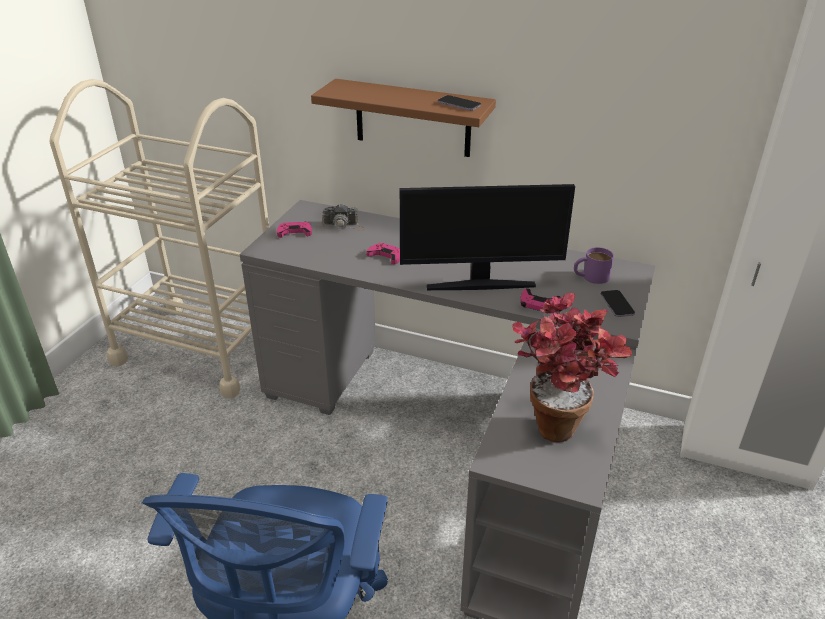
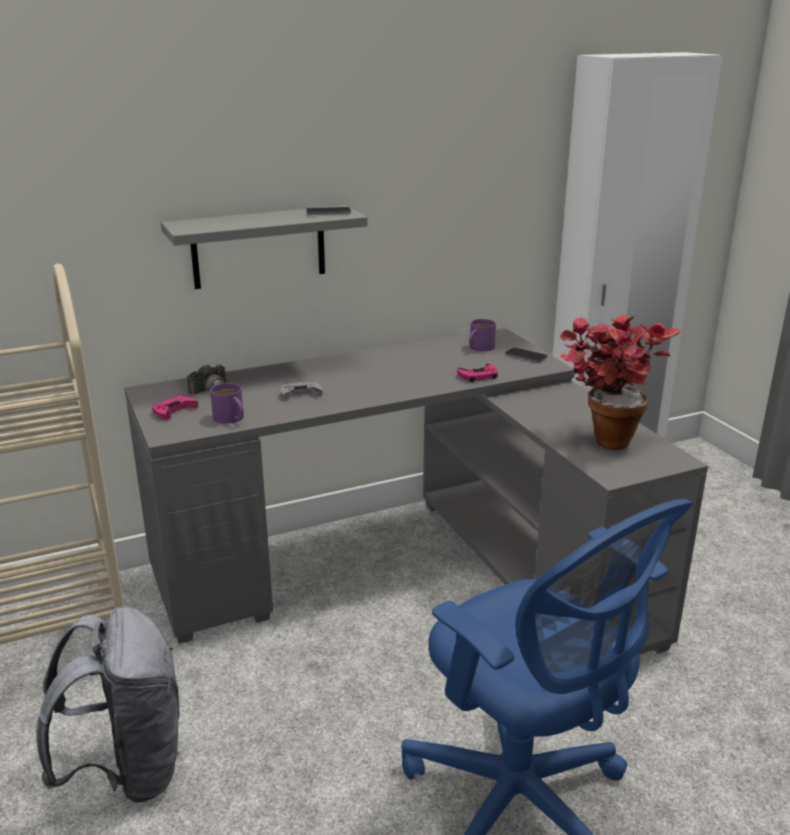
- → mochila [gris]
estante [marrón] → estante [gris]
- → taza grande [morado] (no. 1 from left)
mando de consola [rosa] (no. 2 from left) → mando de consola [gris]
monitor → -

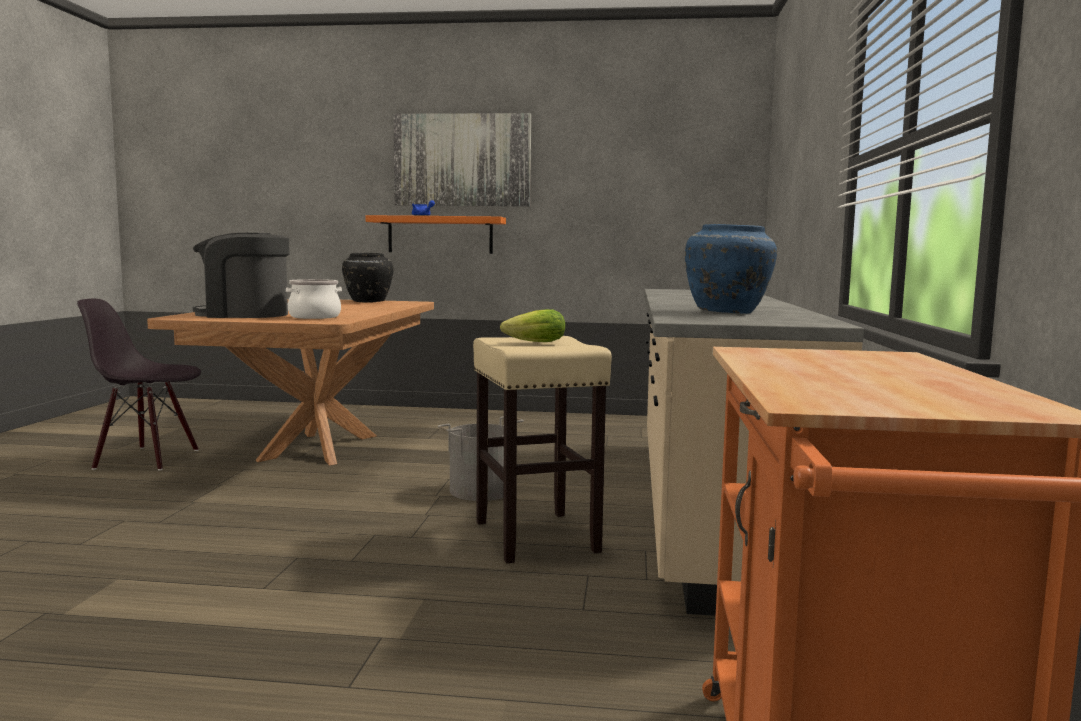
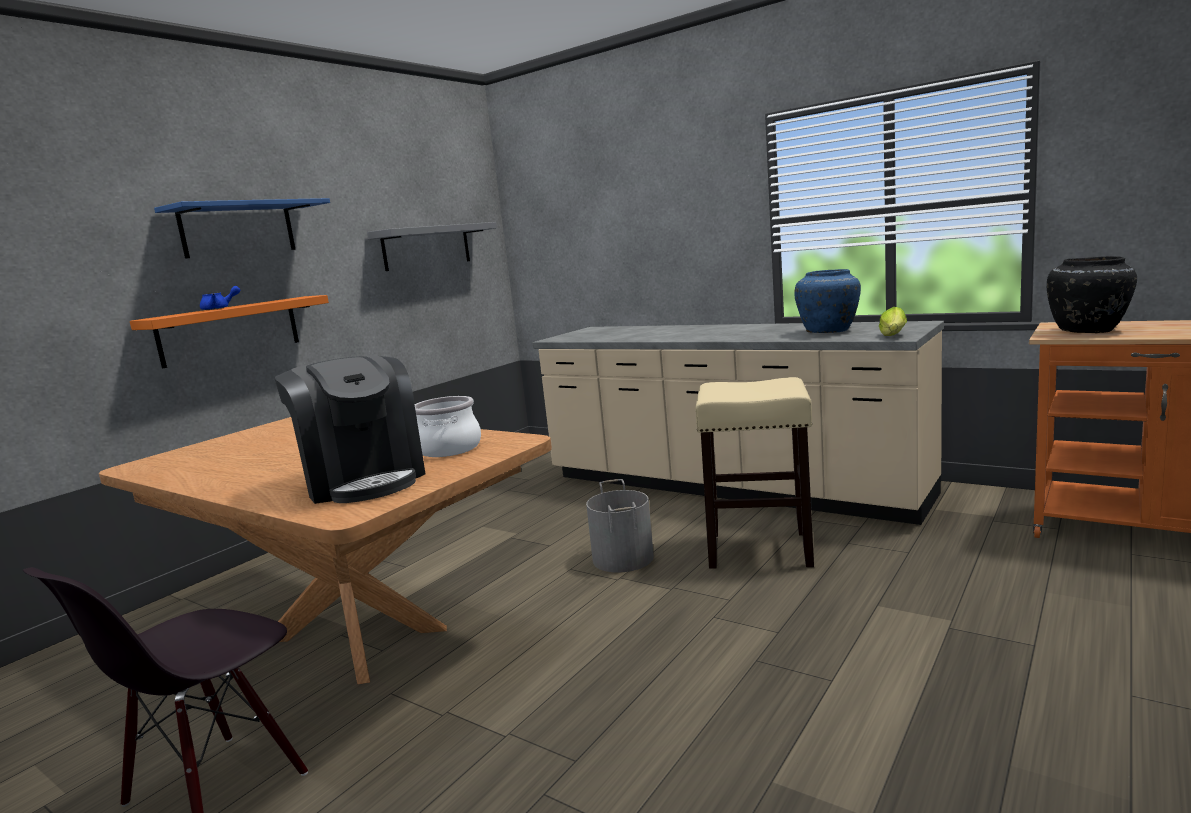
cuadro → estante [azul]
cafetera, 60 degrees counterclockwise
- → estante [gris]
lechuga, relocated
florero [negro], relocated

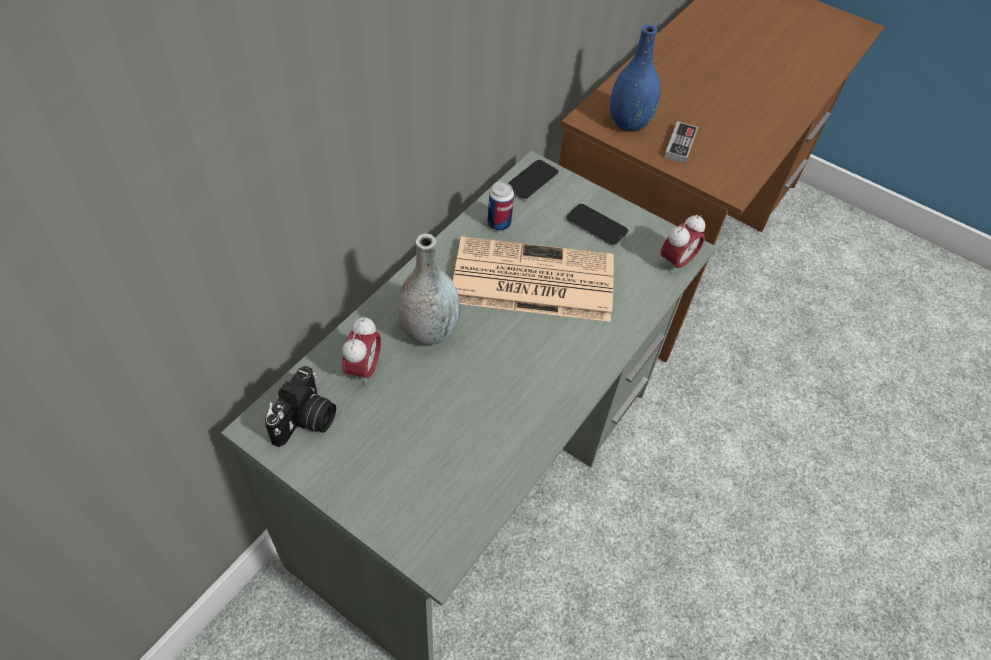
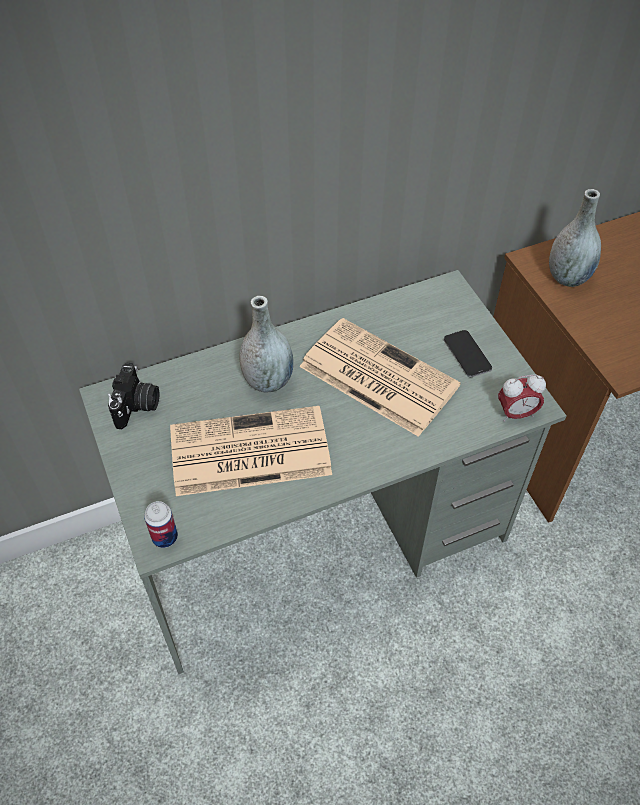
cámara, 45 degrees counterclockwise
lata, relocated
- → periódico (no. 1 from left)
florero [azul] → florero [gris] (no. 2 from left)
despertador (no. 1 from left) → -
móvil (no. 1 from left) → -
mando de consola → -

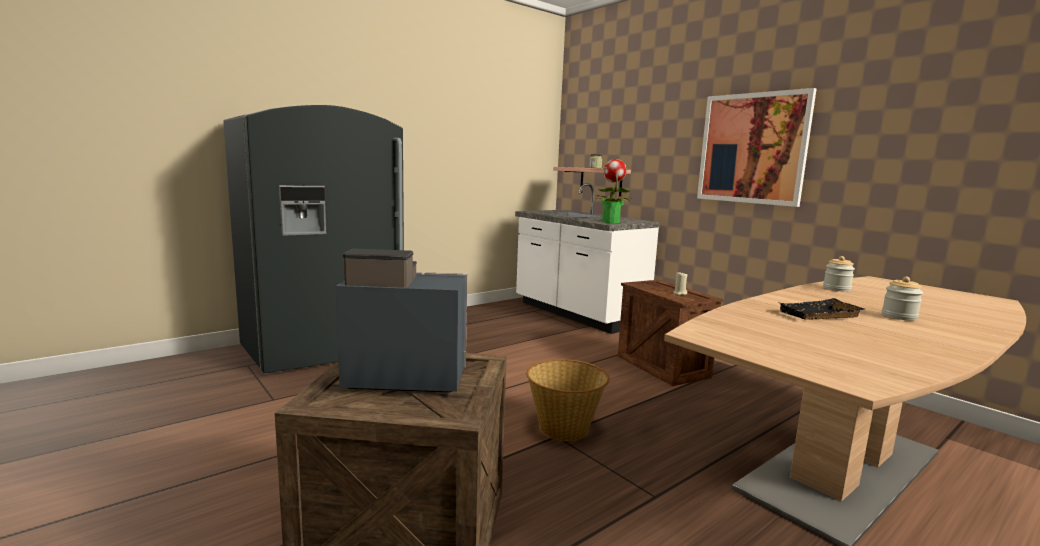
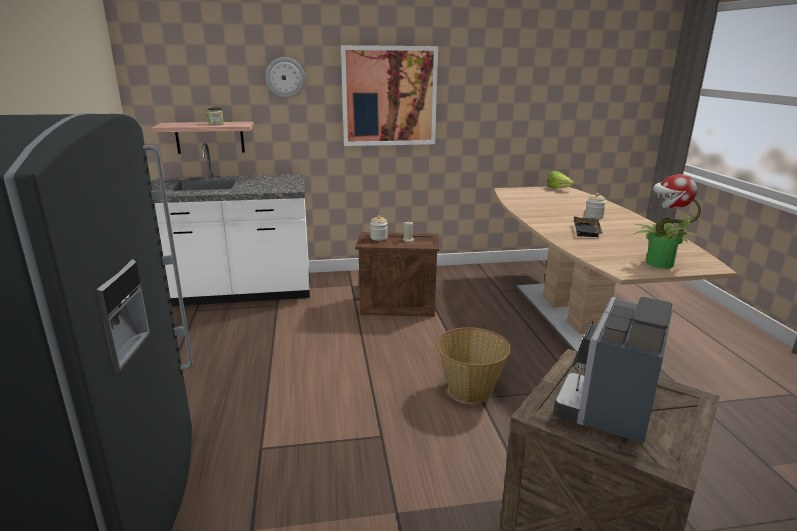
- → reloj de pared
tarro (no. 2 from left), relocated
- → lechuga
planta en maceta, relocated

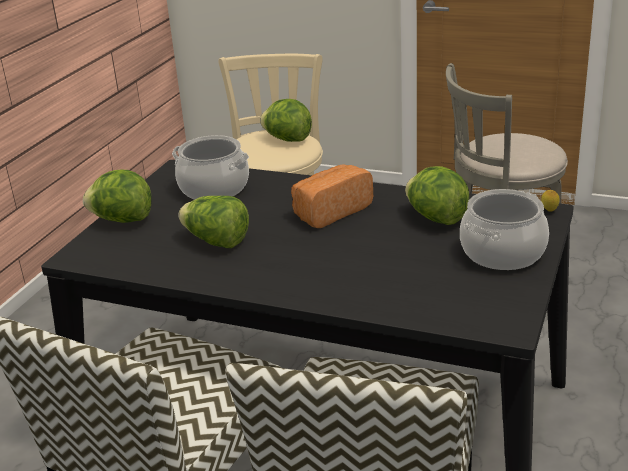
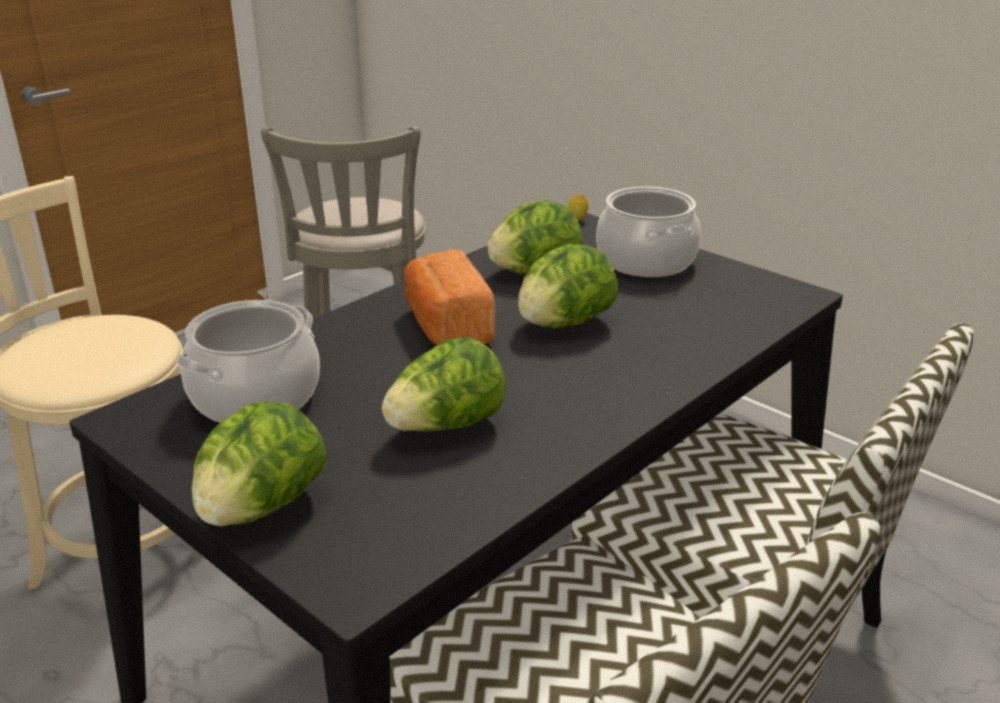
lechuga (no. 3 from left in the first image) → lechuga (no. 4 from left), relocated

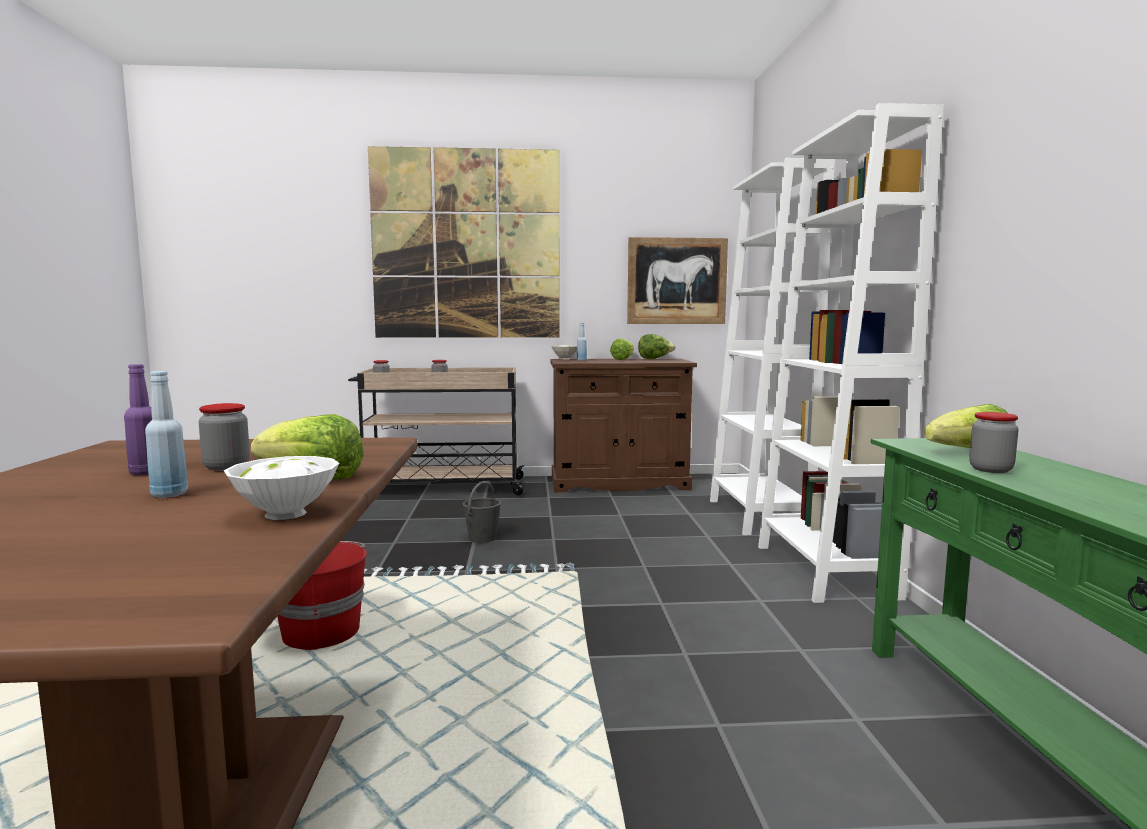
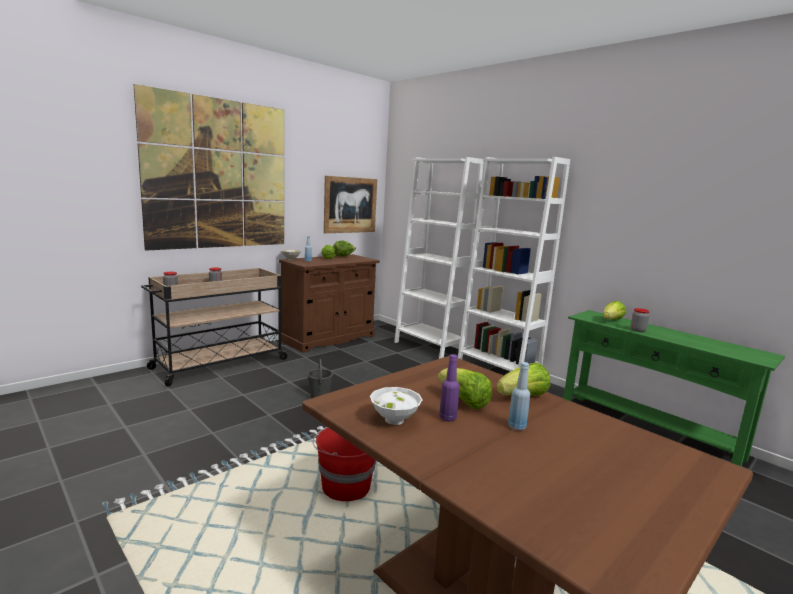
cuenco [blanco] (no. 1 from left in the first image) → cuenco [blanco] (no. 2 from left), relocated
tarro (no. 1 from left) → lechuga (no. 3 from left)

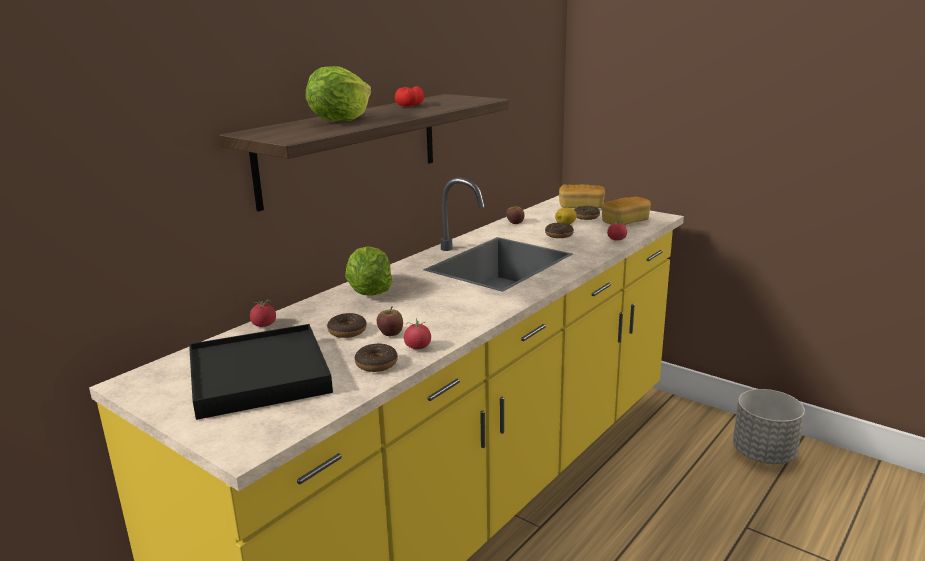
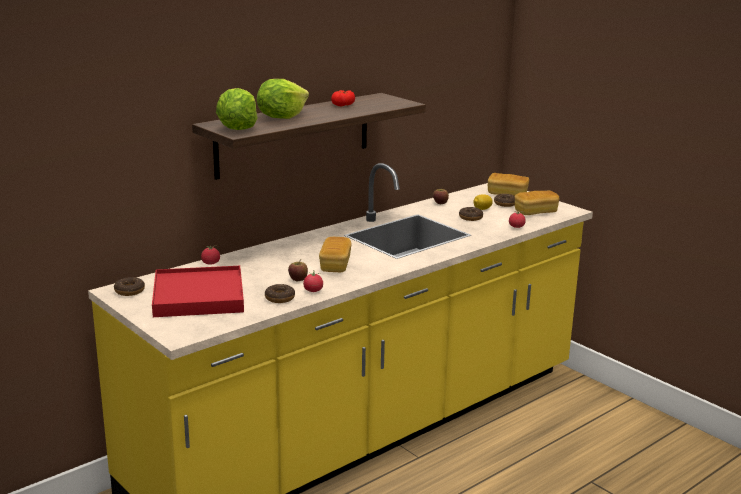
rosquilla (no. 1 from left), relocated
bandeja [negro] → bandeja [rojo]
lechuga (no. 2 from left in the first image) → lechuga (no. 1 from left), relocated
- → pan (no. 1 from left)
maceta [gris] → -

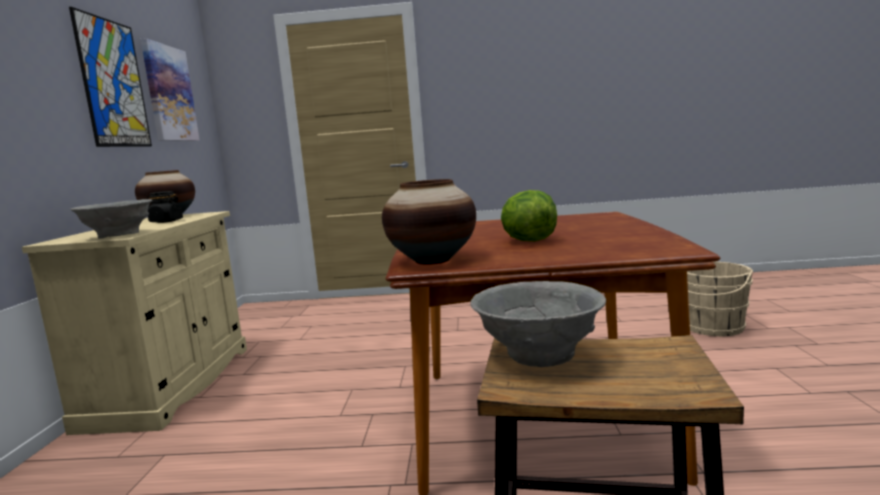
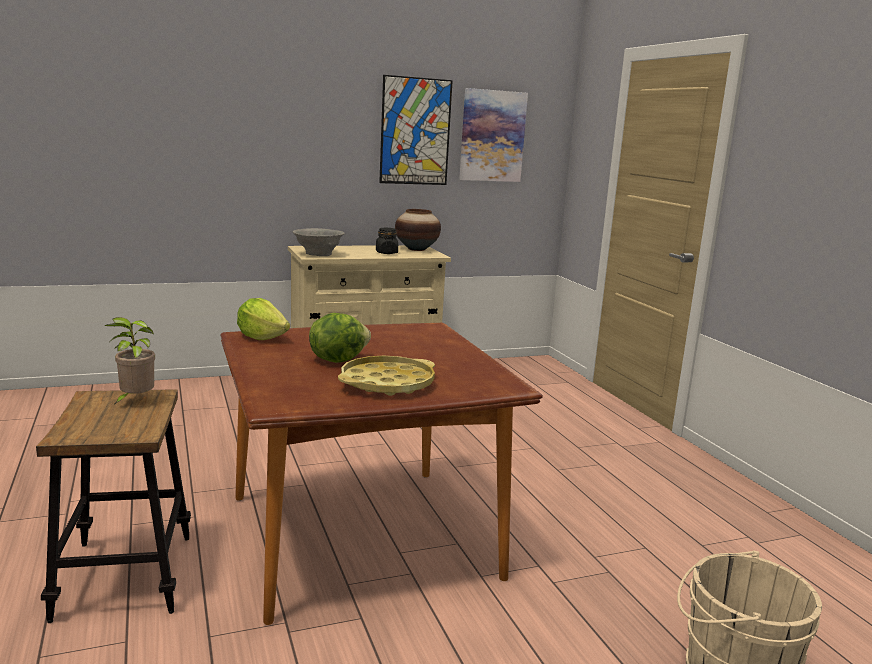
cuenco [gris] (no. 2 from left) → planta en maceta
florero (no. 2 from left) → lechuga (no. 1 from left)
- → bandeja [amarillo]

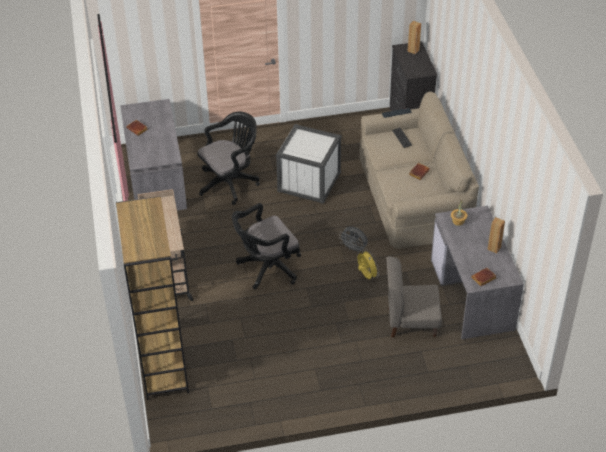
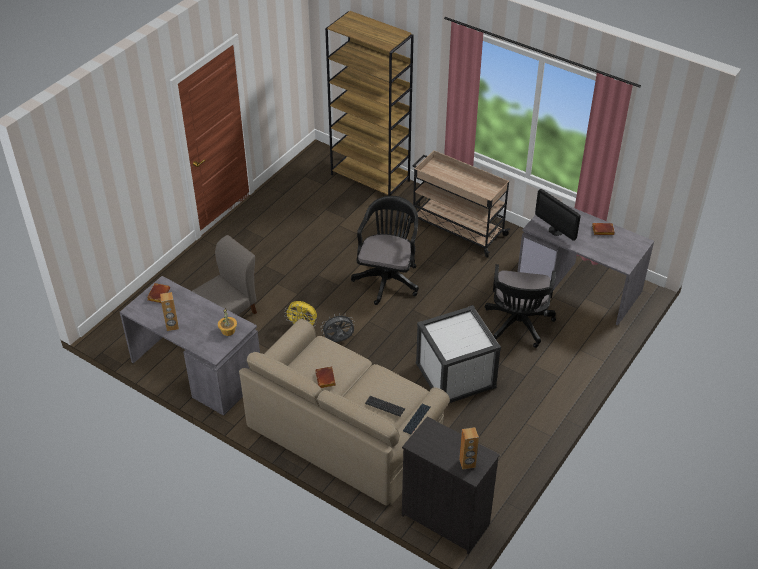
- → monitor

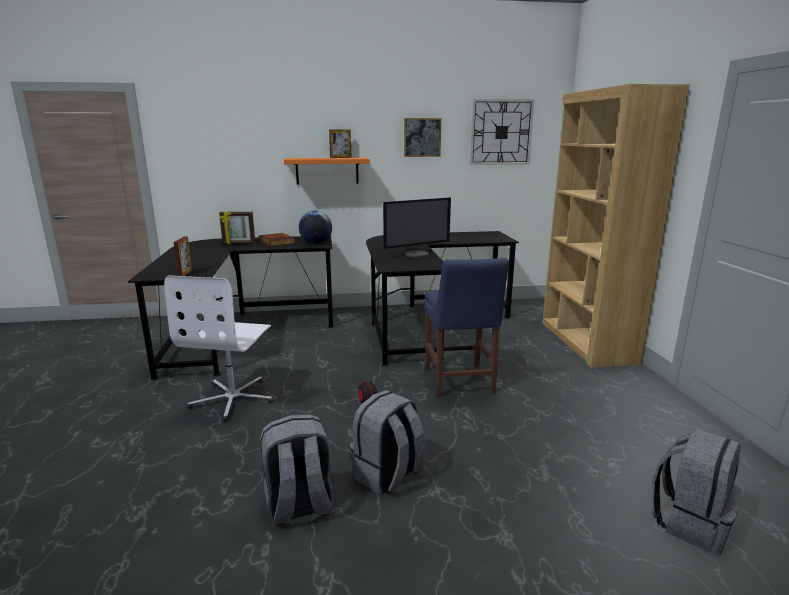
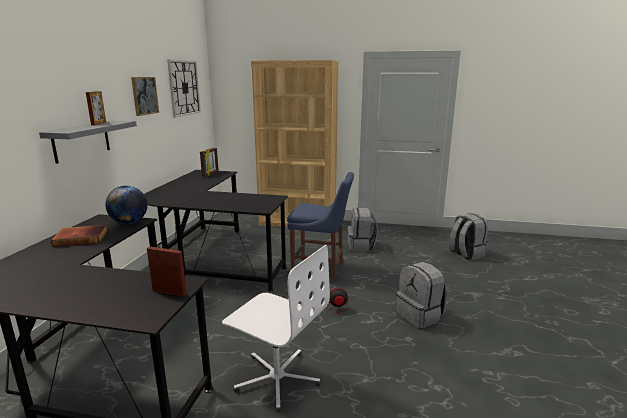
estante [naranja] → estante [gris]
portarretratos (no. 2 from left in the first image) → portarretratos (no. 3 from left), relocated
mochila [gris] (no. 1 from left), relocated
monitor → -

